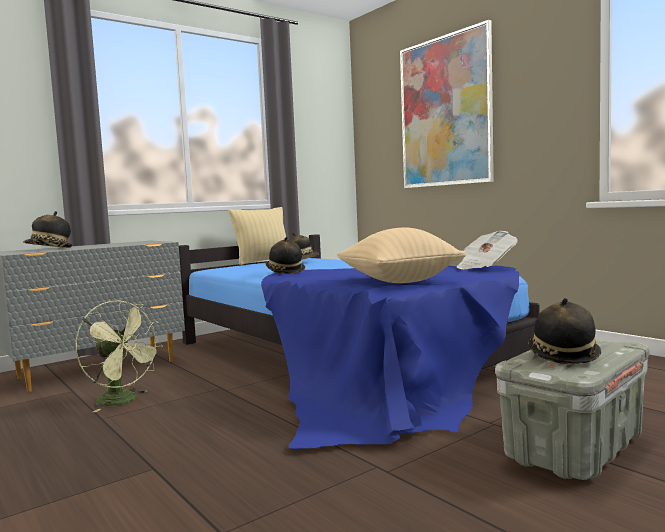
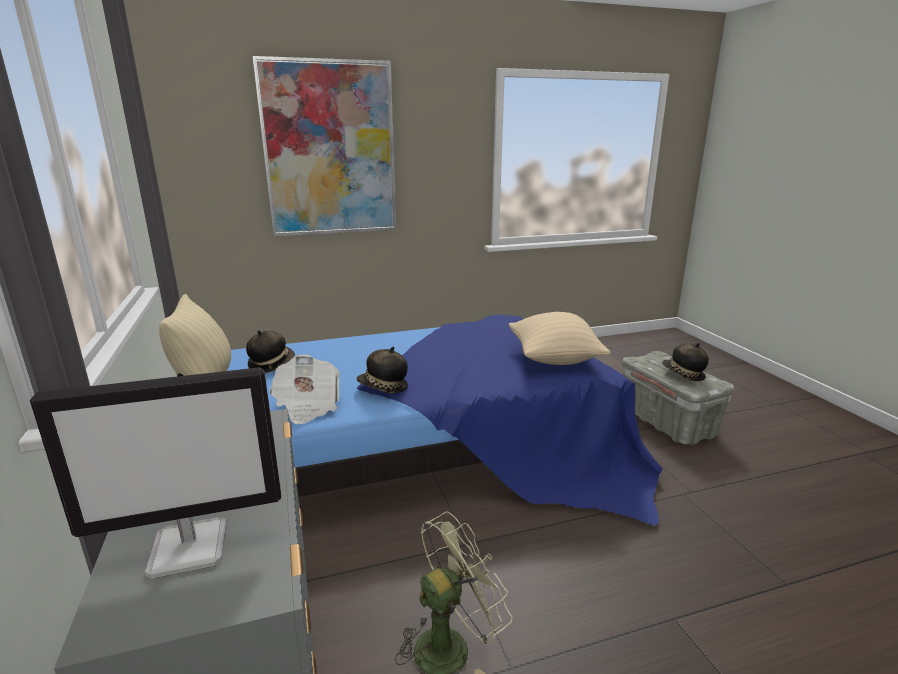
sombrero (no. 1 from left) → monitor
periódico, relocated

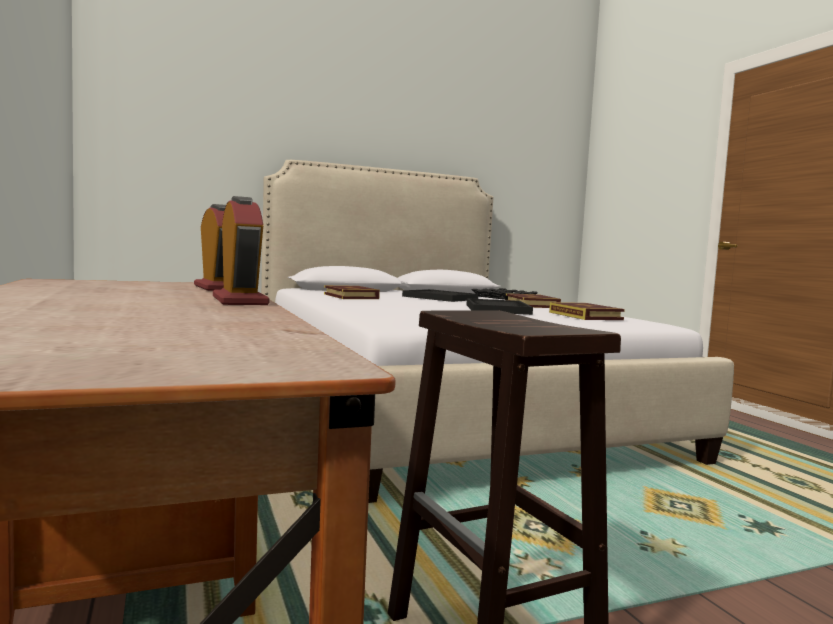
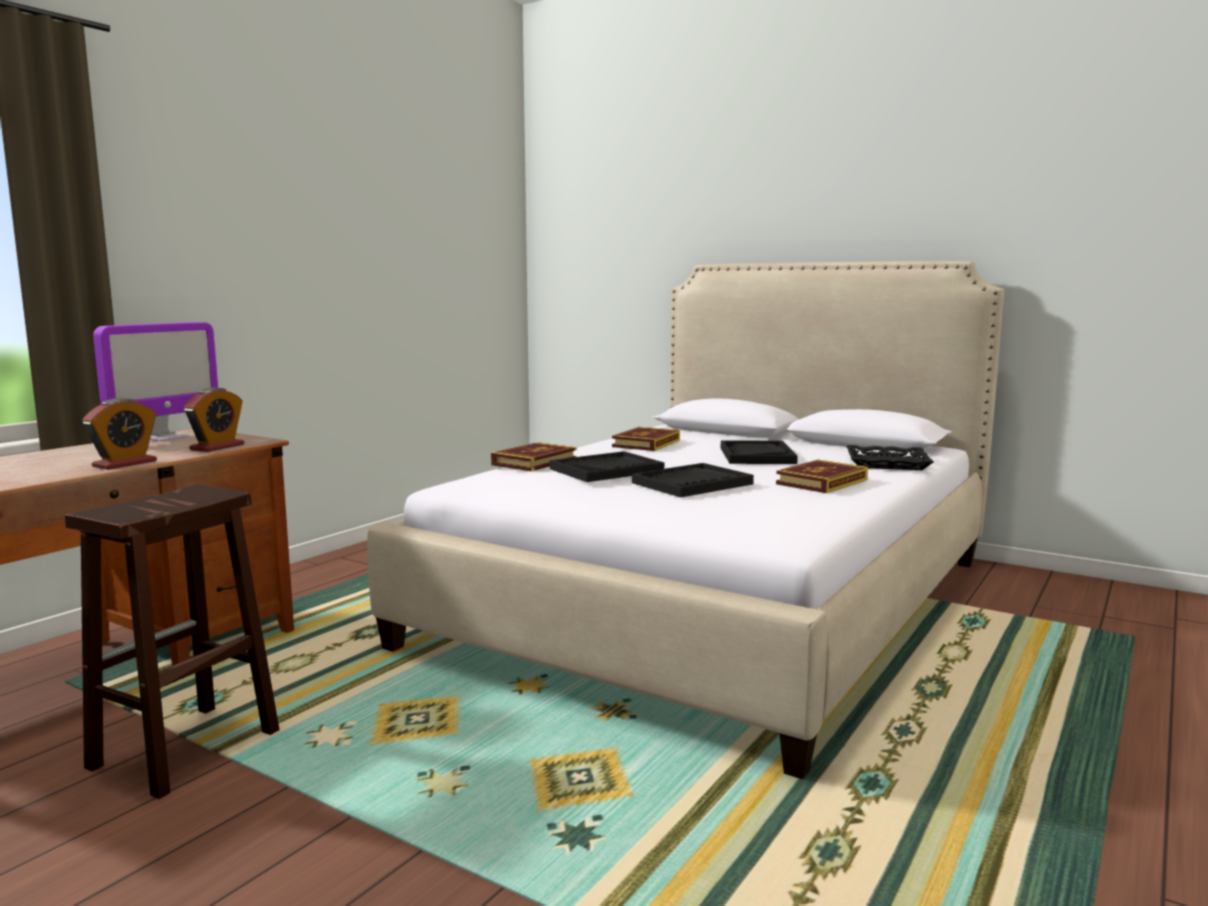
- → monitor
libro (no. 3 from left in the first image) → libro (no. 1 from left), relocated
- → bandeja [negro] (no. 1 from left)

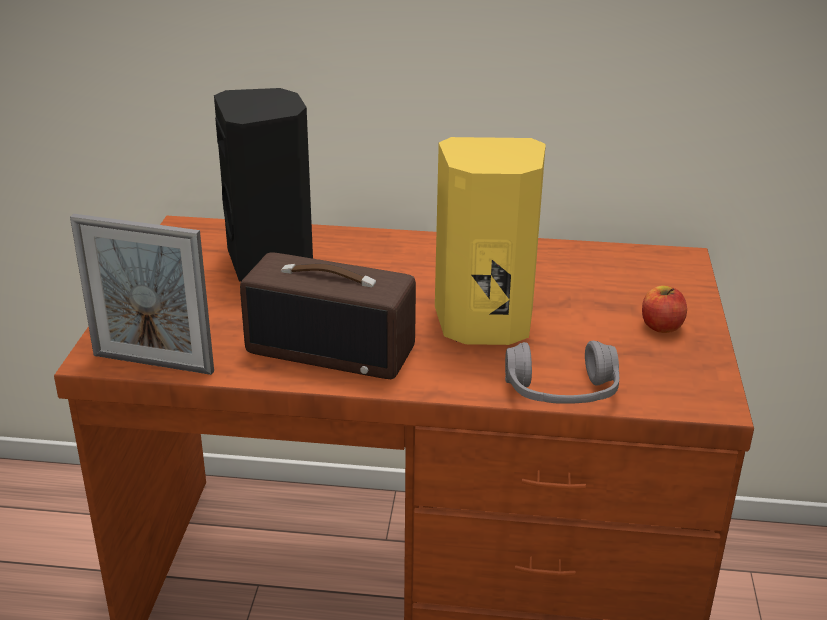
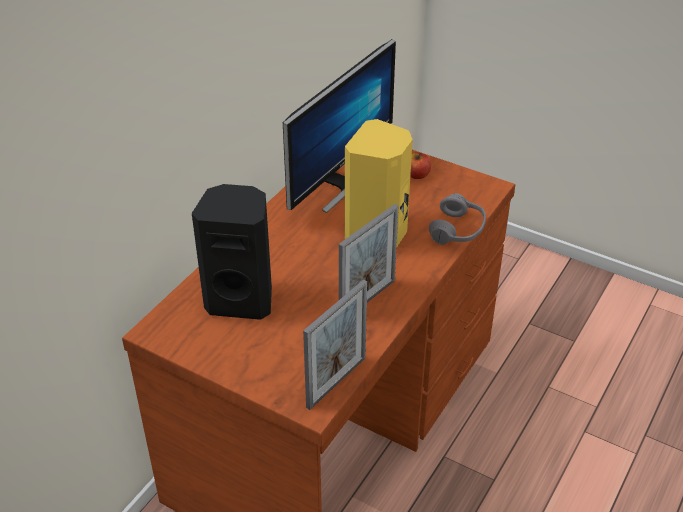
- → monitor
radio → portarretratos (no. 2 from left)

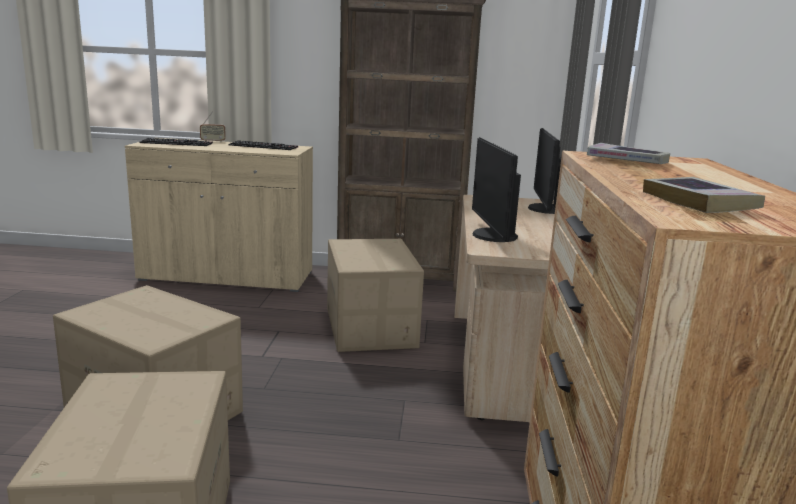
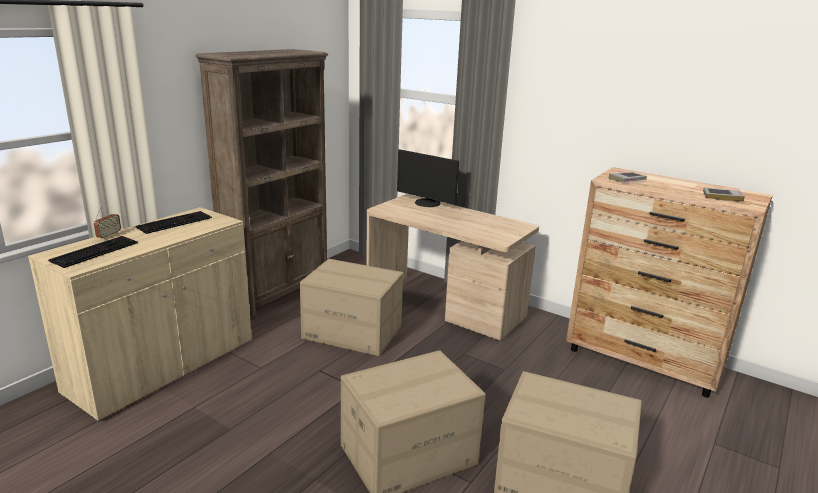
monitor (no. 1 from left) → -

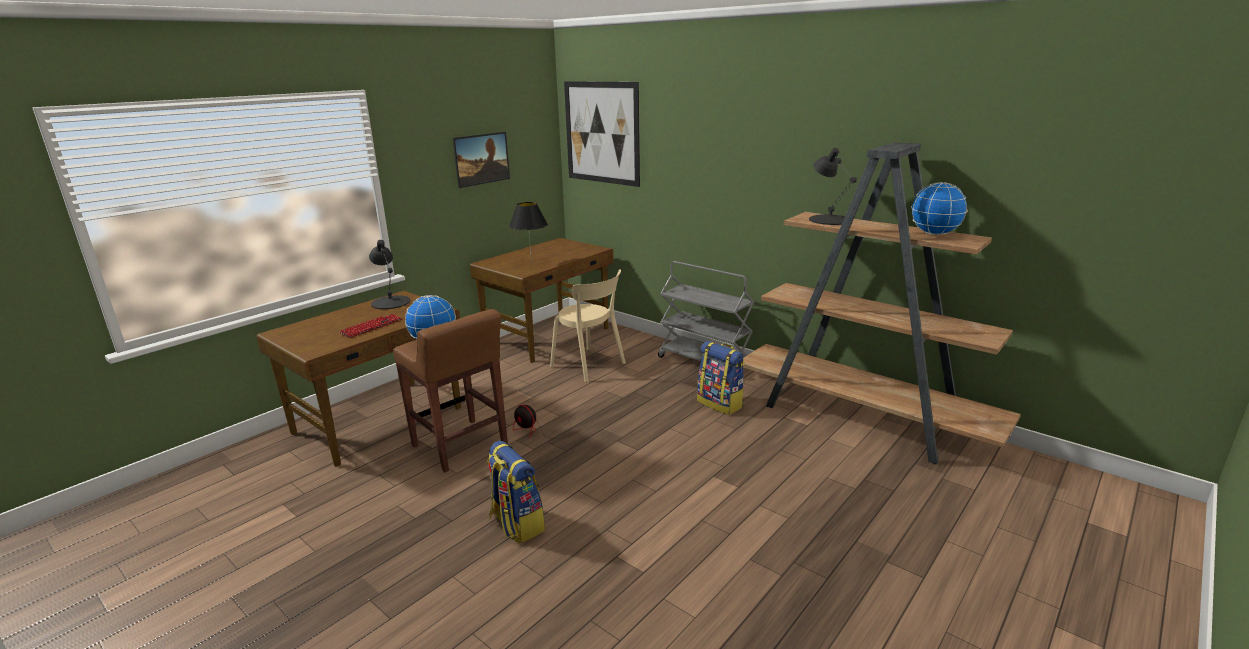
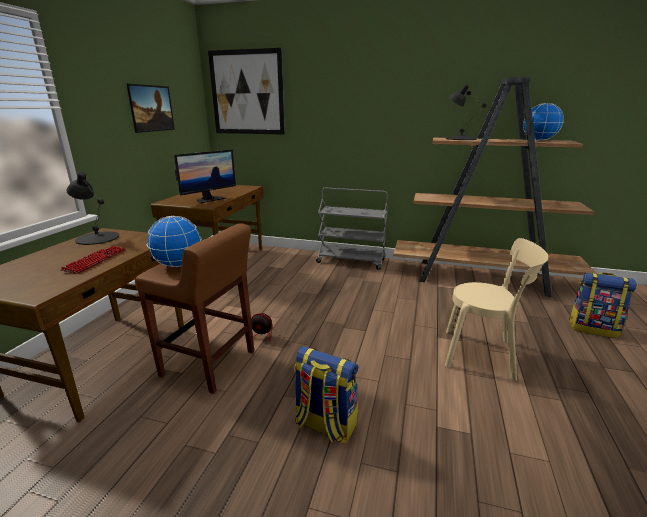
lámpara de mesa [negro] (no. 2 from left) → monitor
silla [beis], relocated
mochila (no. 2 from left), relocated

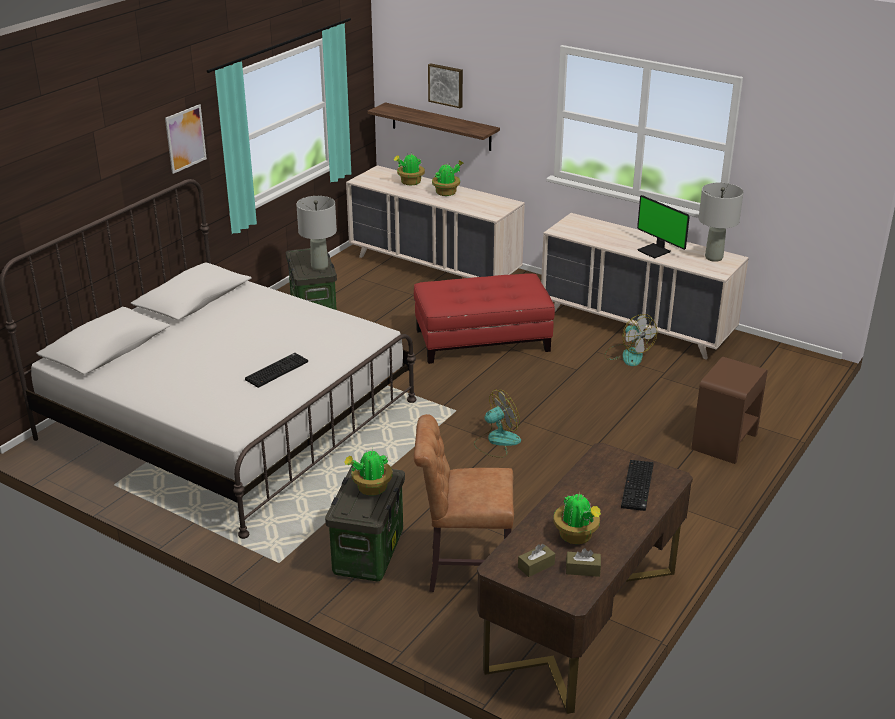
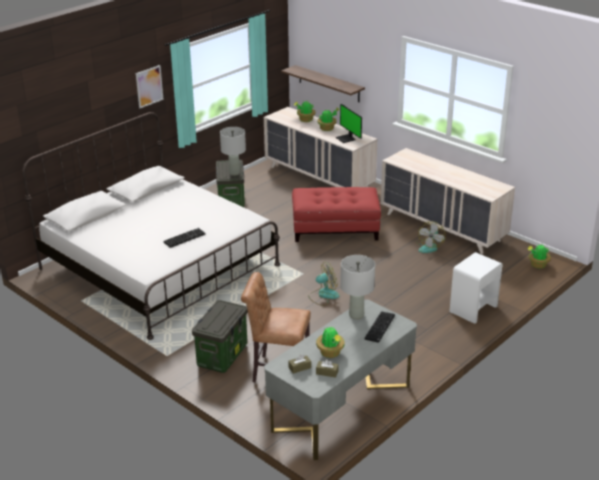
escritorio [marrón] → escritorio [gris]
monitor, relocated
lámpara de mesa [gris] (no. 2 from left), relocated
ventilador (no. 2 from left), 45 degrees clockwise
mesita de noche [marrón] → mesita de noche [blanco]
planta en maceta (no. 1 from left in the first image) → planta en maceta (no. 4 from left), relocated
cuadro (no. 2 from left) → -

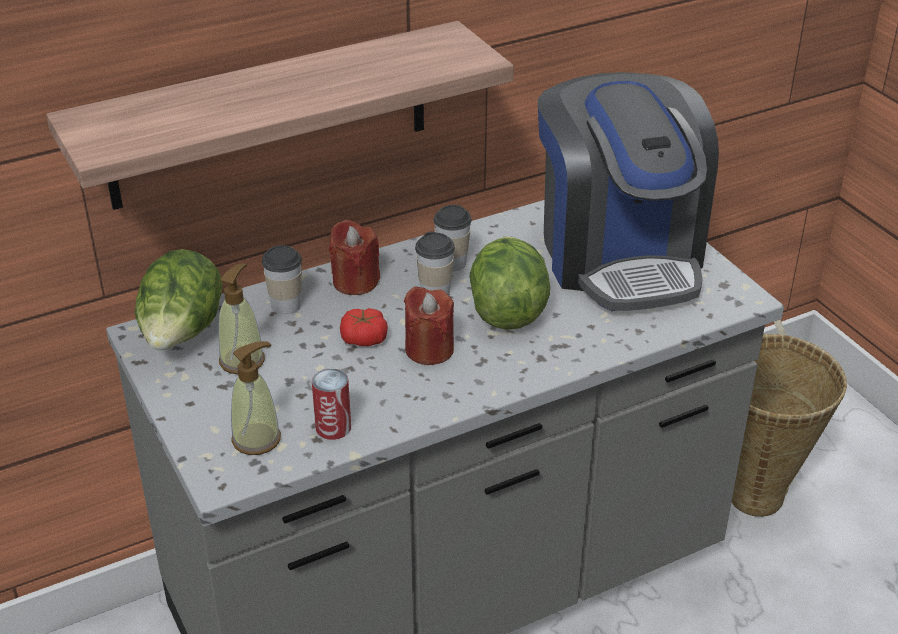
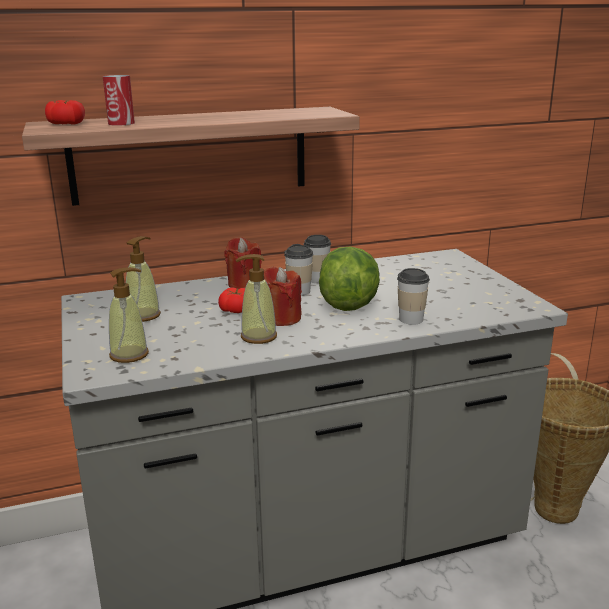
- → tomate (no. 1 from left)
lata, relocated
- → dispensador de jabón (no. 3 from left)
taza (no. 1 from left in the first image) → taza (no. 3 from left), relocated
lechuga (no. 1 from left) → -
cafetera → -

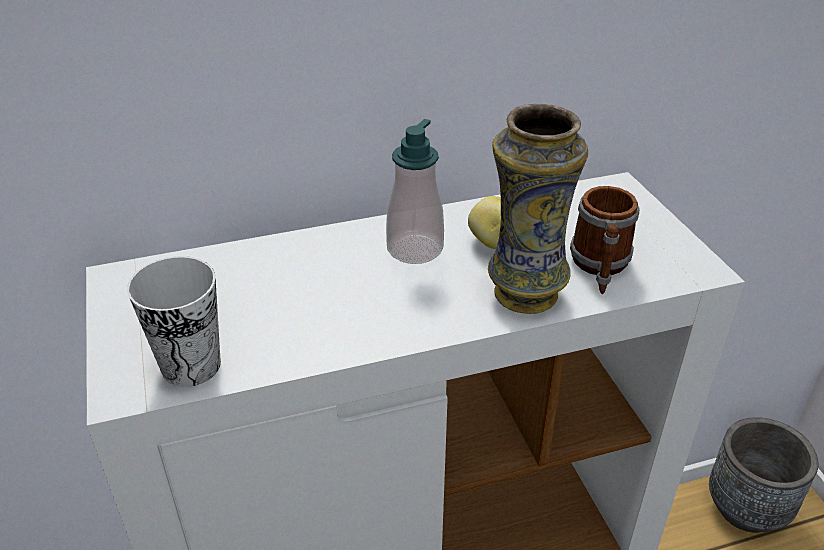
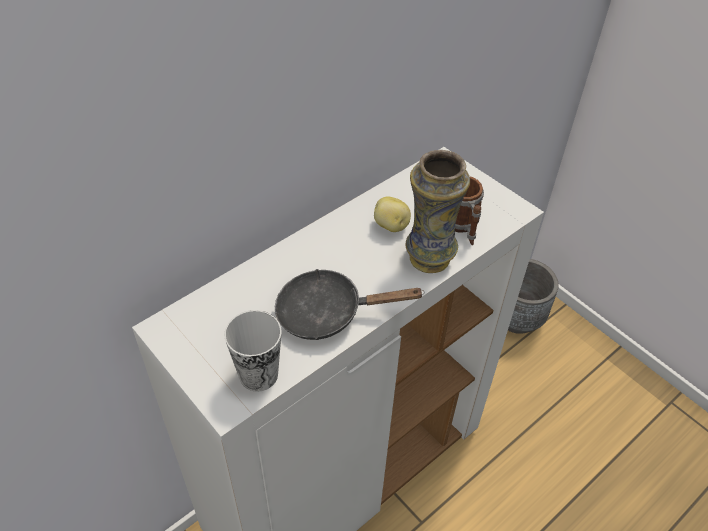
- → sartén [negro]
dispensador de jabón → -

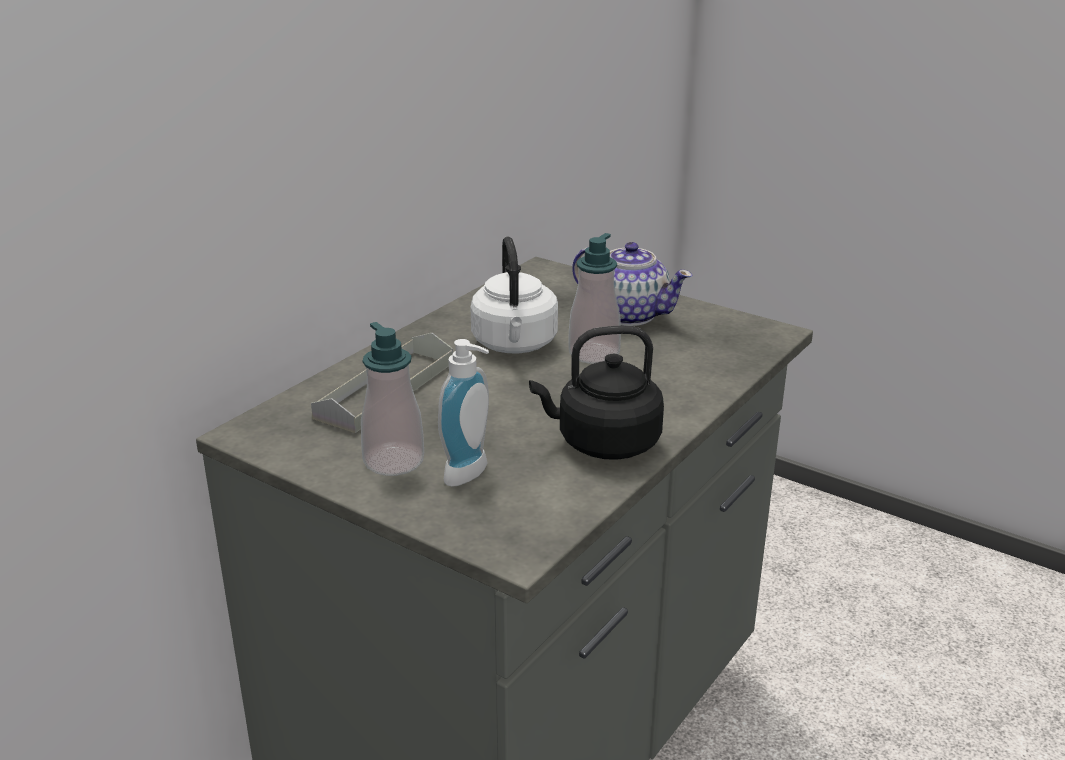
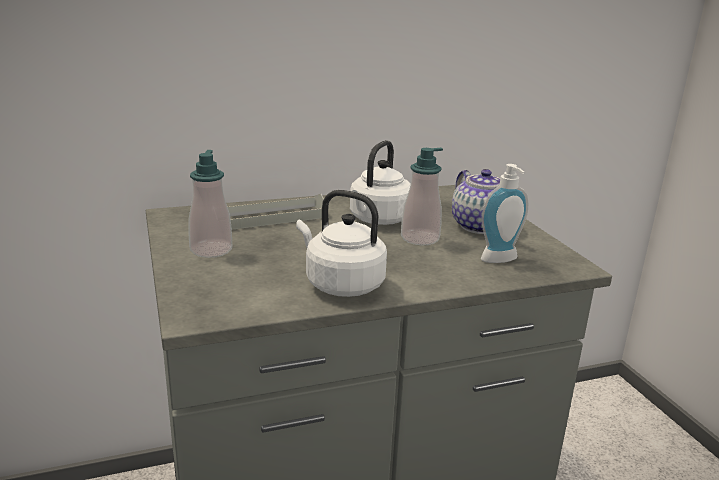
hervidor [negro] → hervidor [blanco] (no. 1 from left)
dispensador de jabón (no. 2 from left in the first image) → dispensador de jabón (no. 3 from left), relocated

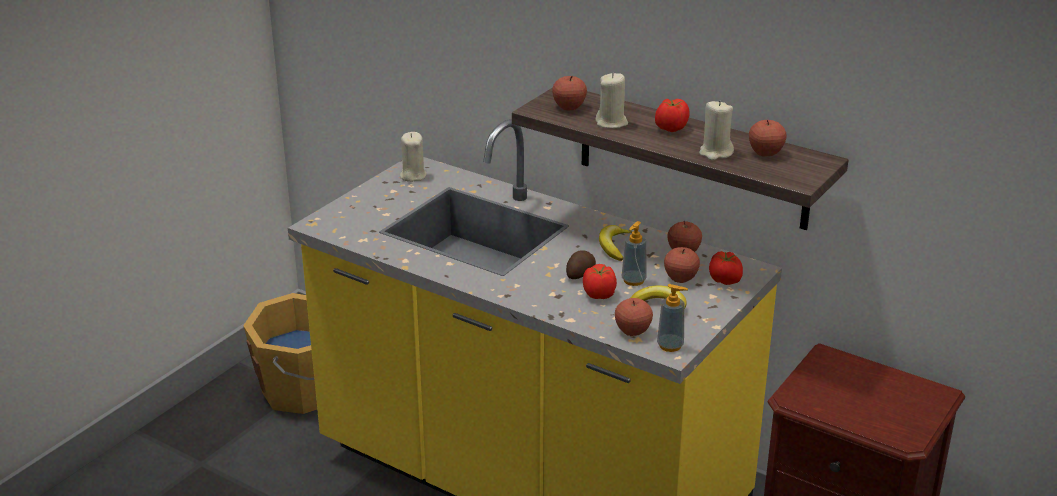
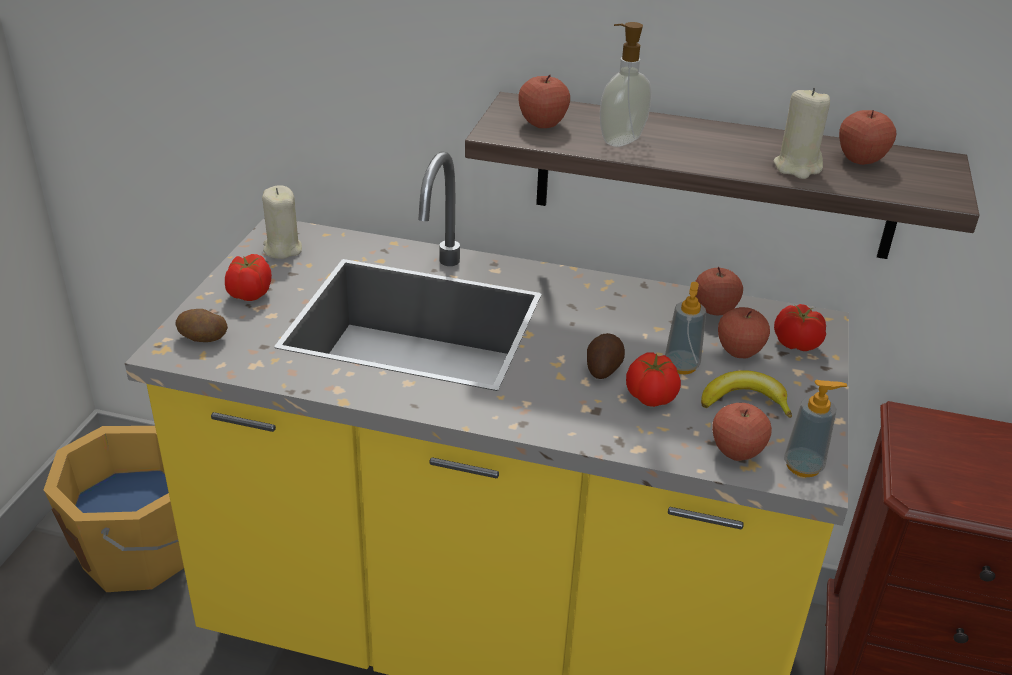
- → patata (no. 1 from left)
tomate (no. 2 from left in the first image) → tomate (no. 1 from left), relocated
vela [beis] (no. 2 from left) → dispensador de jabón (no. 1 from left)
plátano (no. 1 from left) → -

